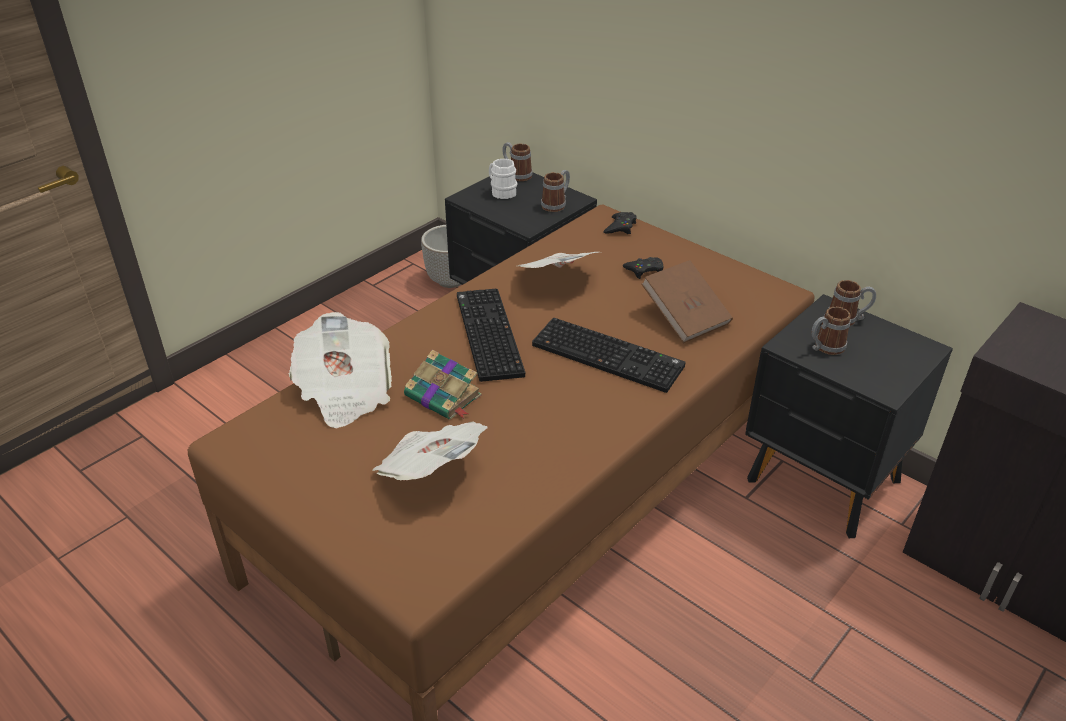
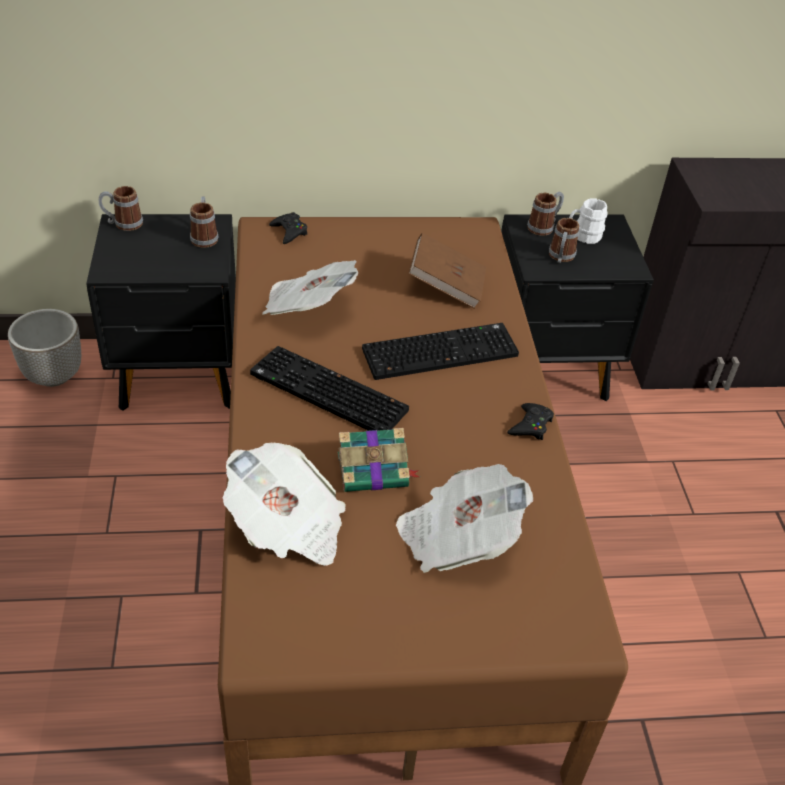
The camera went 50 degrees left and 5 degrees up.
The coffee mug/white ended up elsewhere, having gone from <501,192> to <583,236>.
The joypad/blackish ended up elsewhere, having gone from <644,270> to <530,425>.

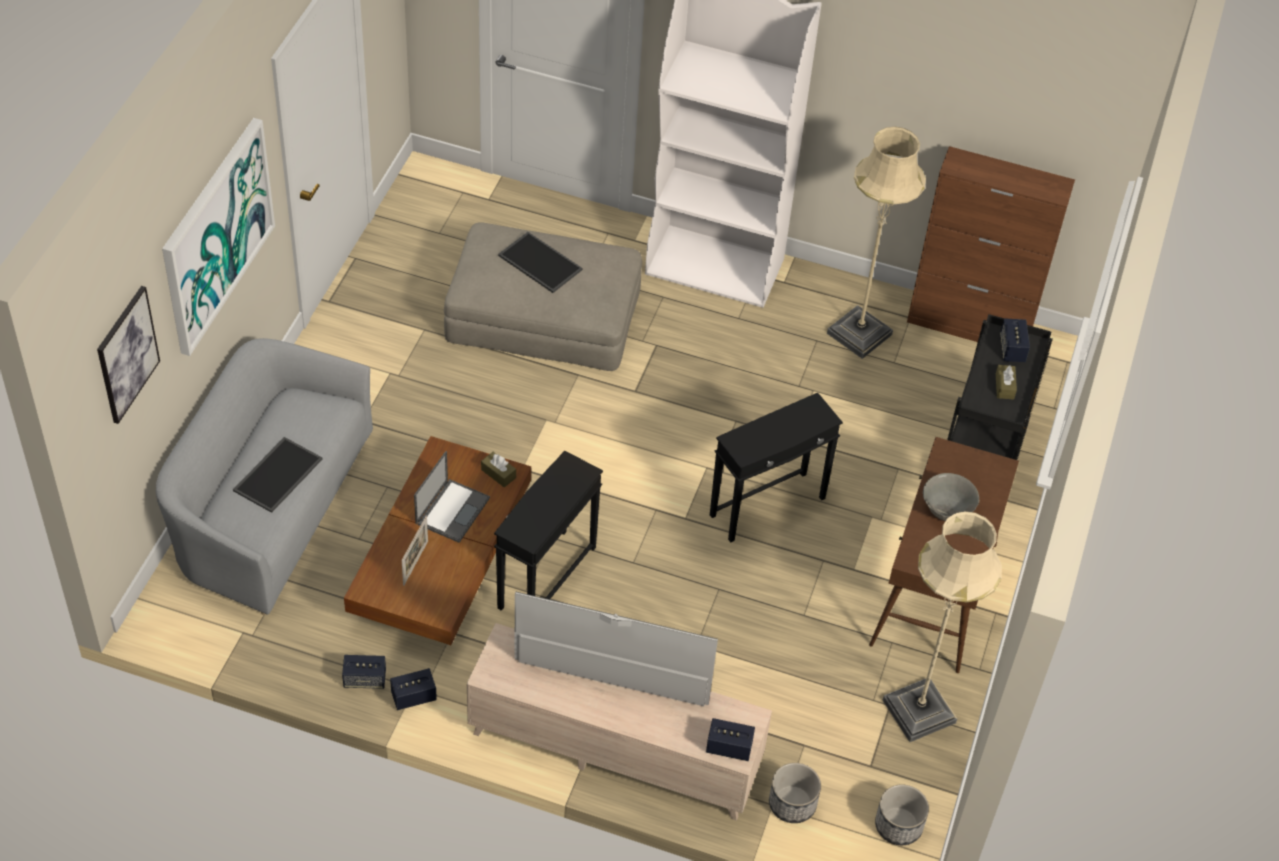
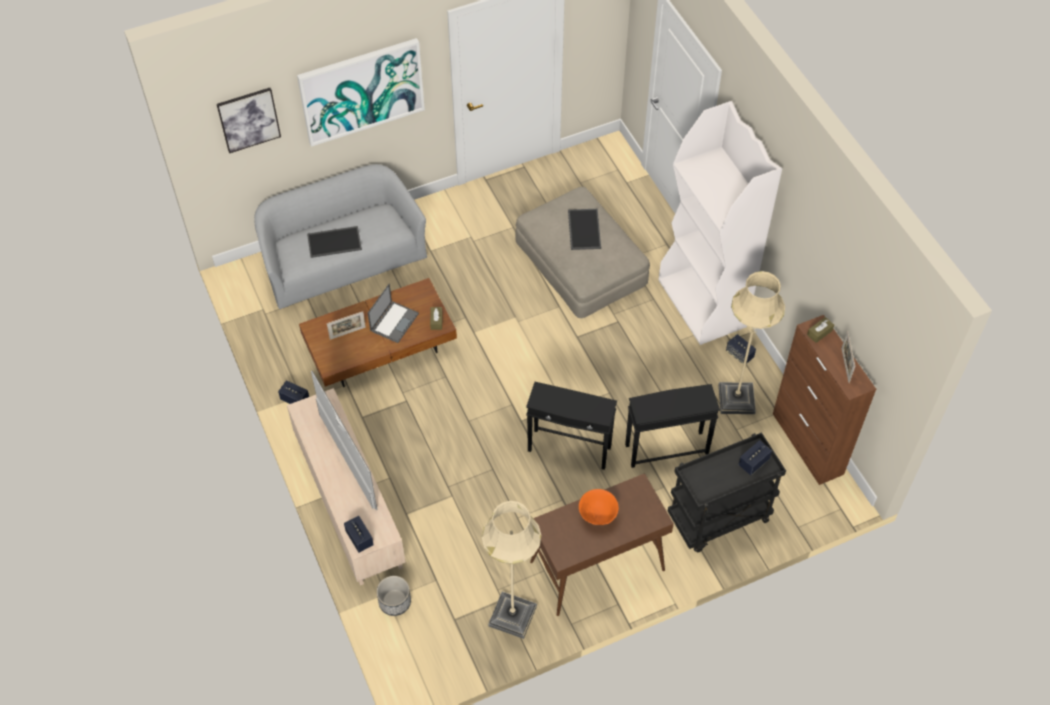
The camera went 50 degrees right and 5 degrees up.
The tissue holder/brown ended up elsewhere, having gone from <1004,386> to <819,333>.
The portable computer at <452,510> ended up facing another way, 45 degrees counterclockwise from before.
The end table/blackish ended up elsewhere, having gone from <546,577> to <666,448>.
What was the serving bowl/grey at <947,510> turned into the serving bowl/orange-coloured at <598,515>.
The loudspeaker ended up elsewhere, having gone from <365,679> to <739,354>.
The second view lost the flower pot at <898,826>.
The second view gained the picture frame at <845,365>.

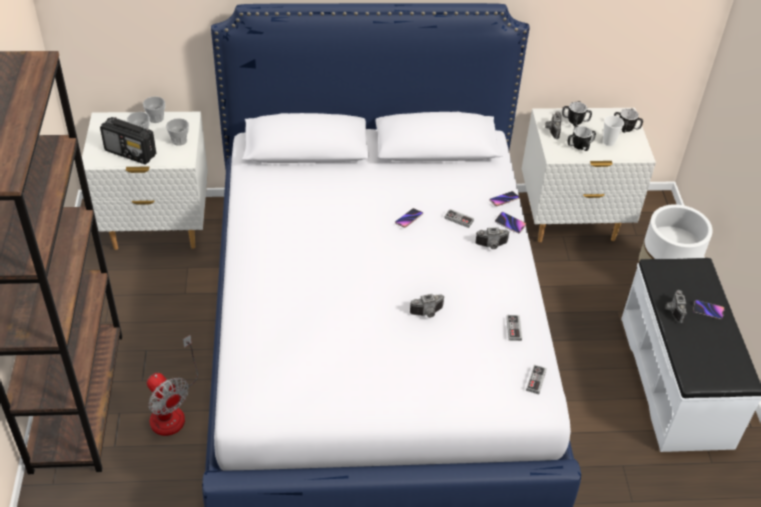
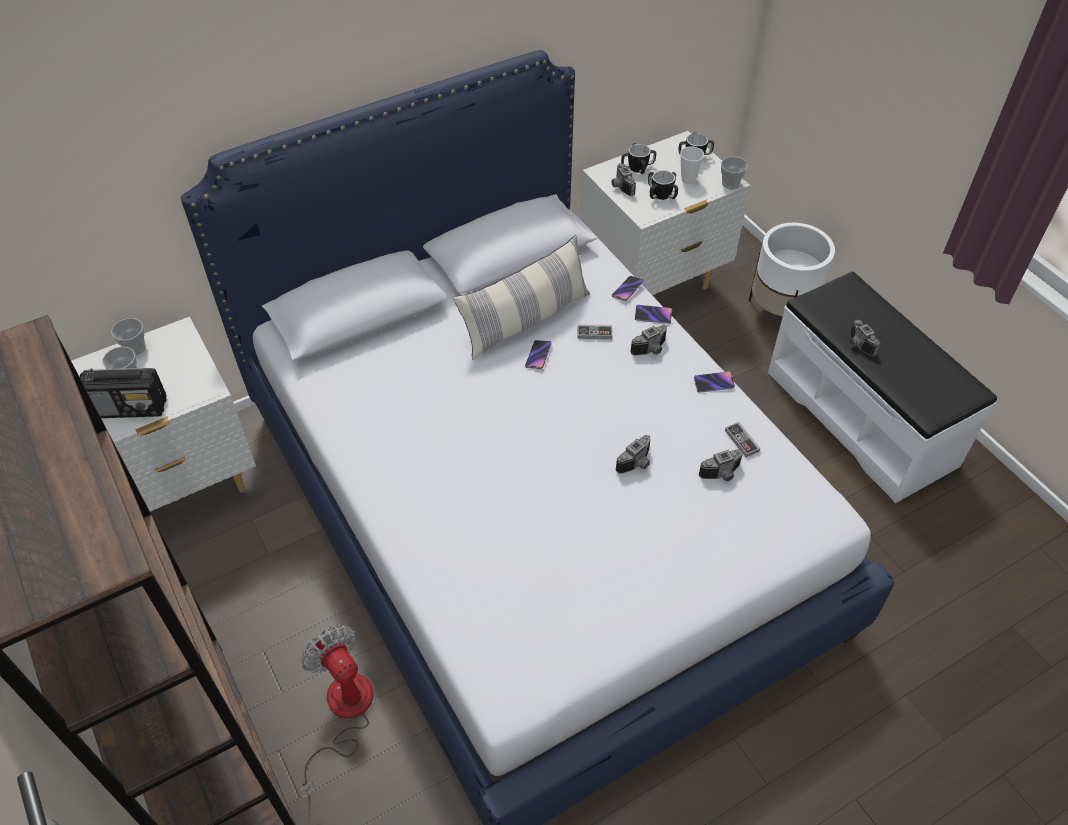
The camera went 25 degrees left and 5 degrees up.
The cup ended up elsewhere, having gone from <179,140> to <730,183>.
The handset ended up elsewhere, having gone from <708,311> to <713,383>.
The cooling fan at <172,410> ended up facing another way, 150 degrees counterclockwise from before.
The second view lost the joypad at <536,380>.
The second view gained the throw pillow at <526,320>.
The second view gained the still camera at <722,475>.

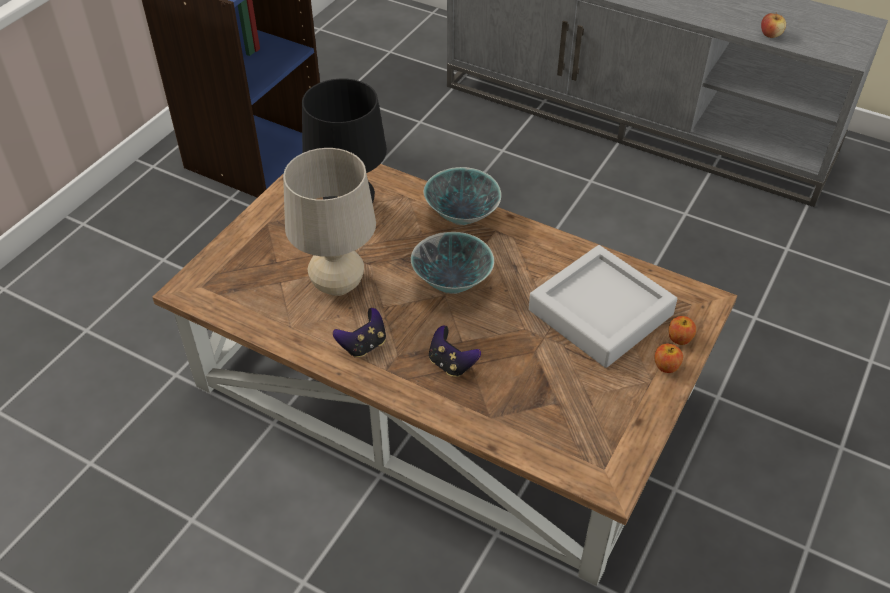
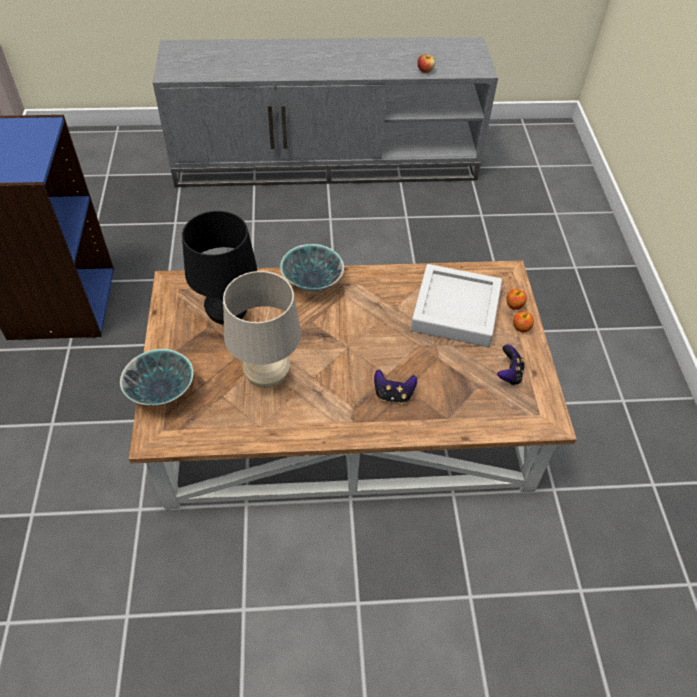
The camera went 35 degrees left and 5 degrees up.
The serving bowl ended up elsewhere, having gone from <452,284> to <162,393>.
The joypad ended up elsewhere, having gone from <363,345> to <509,374>.

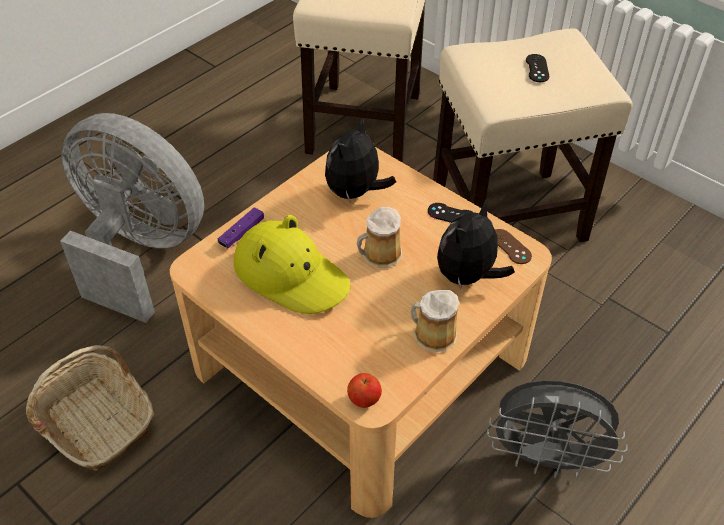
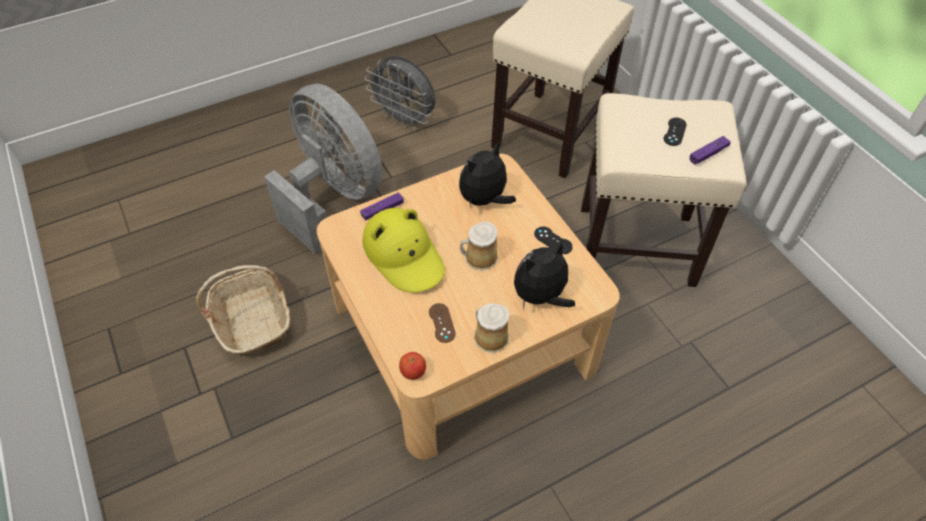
The camera went 20 degrees right and 5 degrees up.
The joypad/brown ended up elsewhere, having gone from <510,246> to <442,323>.
The cooling fan/grey ended up elsewhere, having gone from <547,459> to <405,120>.
The second view gained the joypad/purplish at <708,154>.

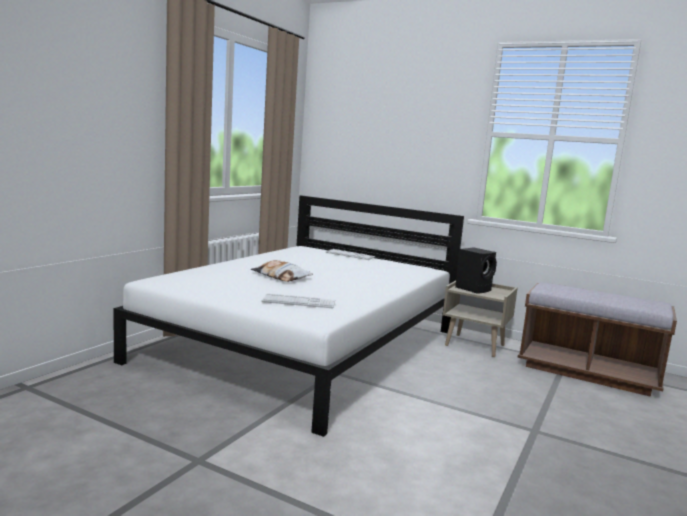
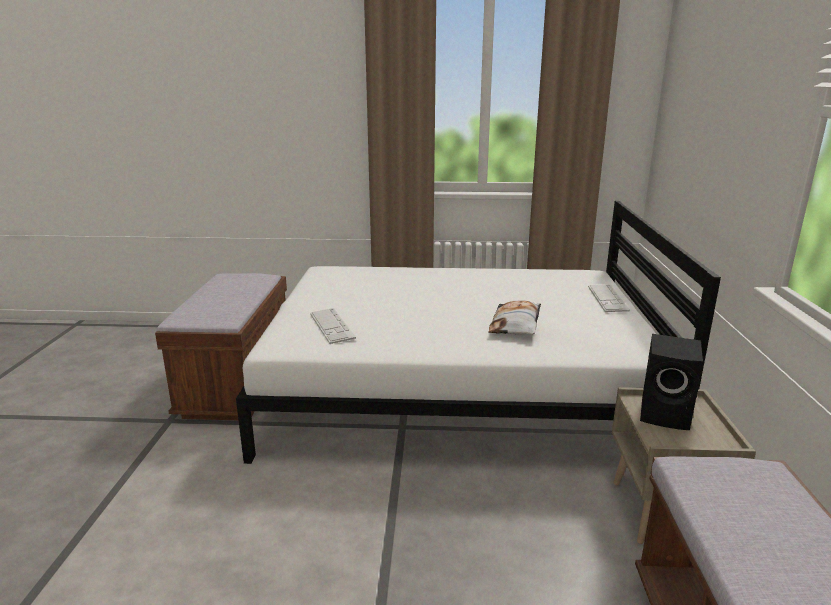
The camera went 65 degrees right and 10 degrees up.
The throw pillow ended up elsewhere, having gone from <281,277> to <516,324>.
The second view gained the bench/brown at <238,384>.

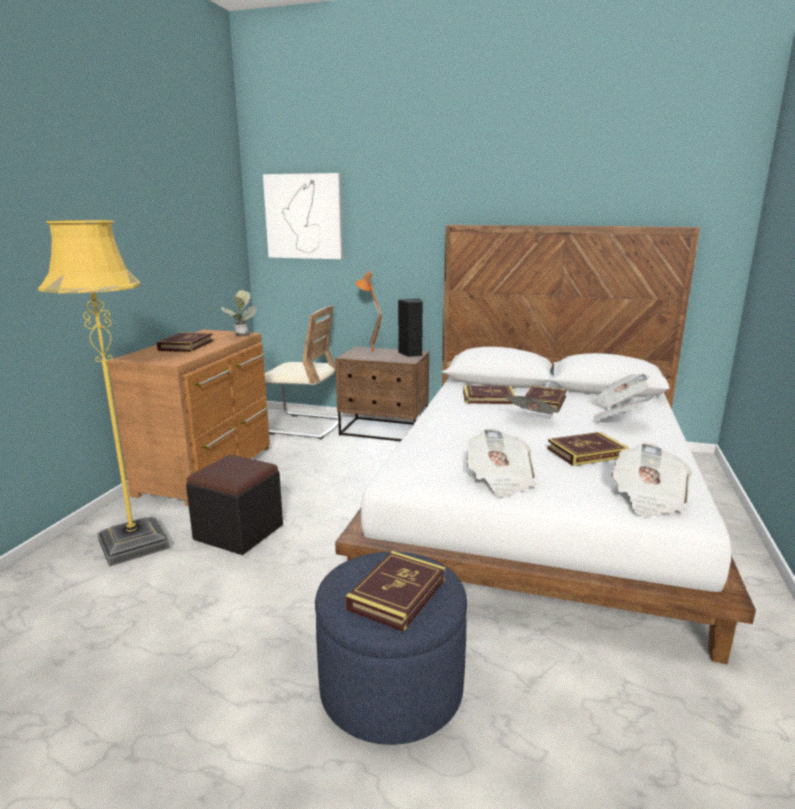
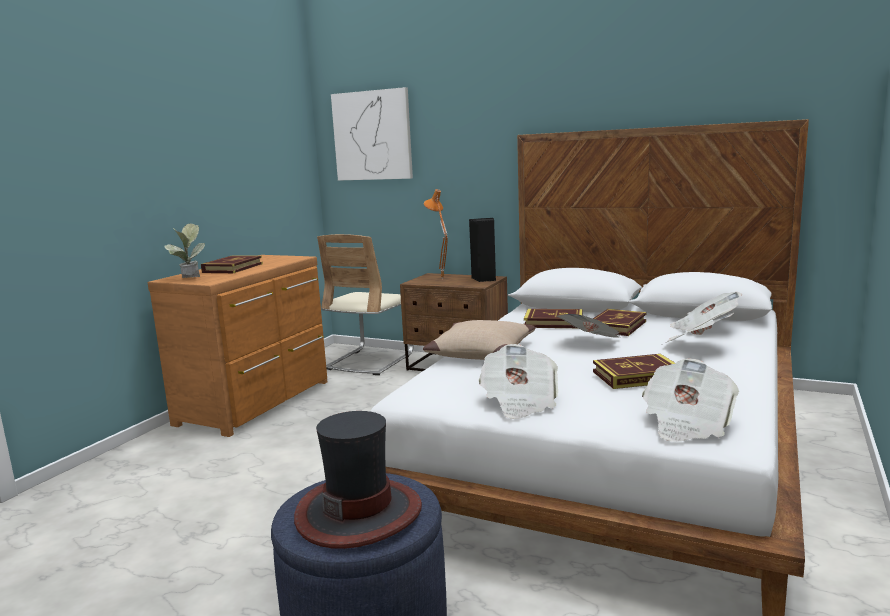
The camera went 10 degrees right and 5 degrees down.
The second view lost the floor lamp/yellow-coloured at <134,544>.
The plant in a pot ended up elsewhere, having gone from <241,337> to <189,279>.
The upright chair/sand-coloured at <302,426> ended up facing another way, 90 degrees clockwise from before.
The second view lost the ottoman/blackish at <239,532>.
Where the bound book stood at <397,594>, the hat came to stand at <359,512>.
The second view gained the throw pillow/sand-coloured at <480,352>.

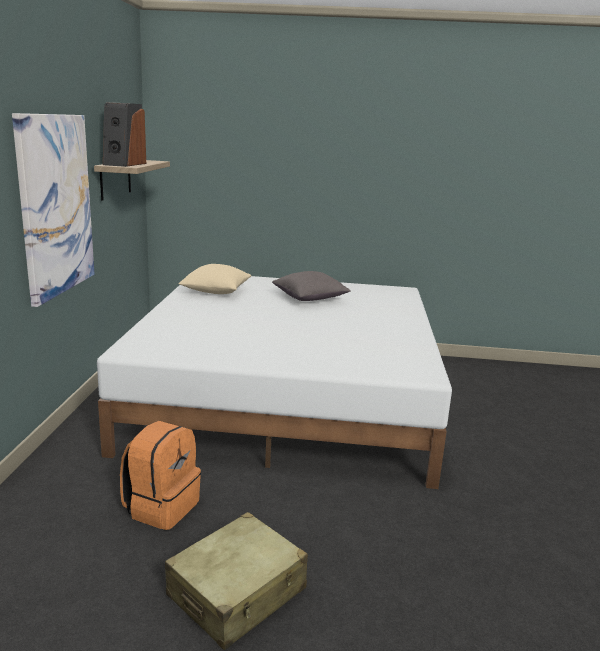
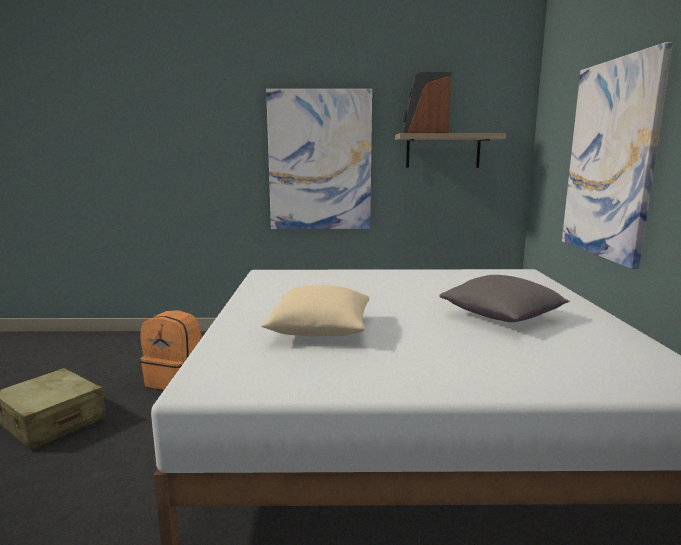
The camera went 85 degrees right and 5 degrees down.
The throw pillow/sand-coloured ended up elsewhere, having gone from <215,291> to <319,330>.
The second view gained the picture at <610,160>.

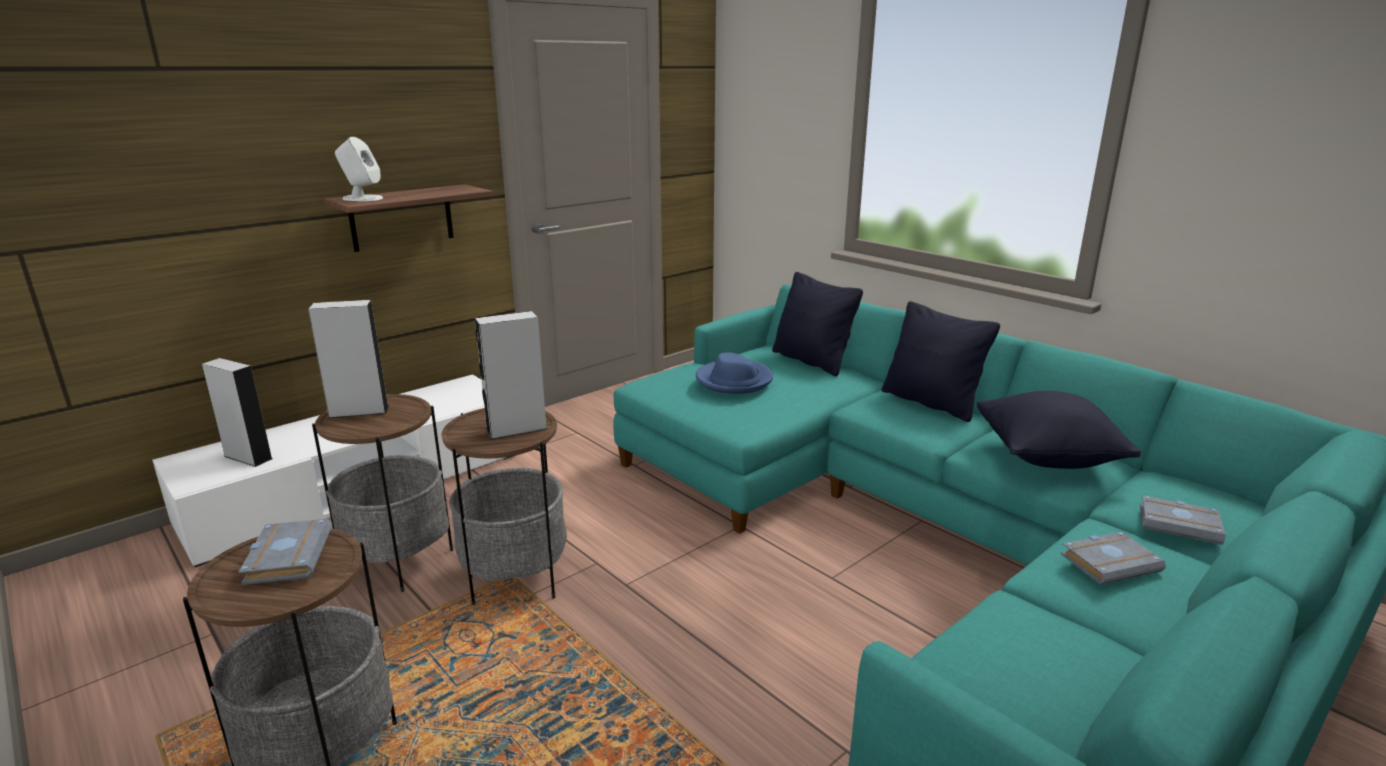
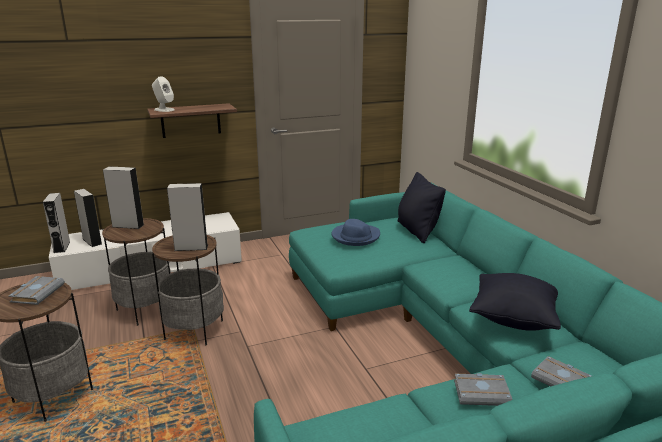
The camera went 20 degrees right and 0 degrees up.
The second view lost the throw pillow/blackish at <931,403>.
The second view gained the loudspeaker/grey at <62,247>.

